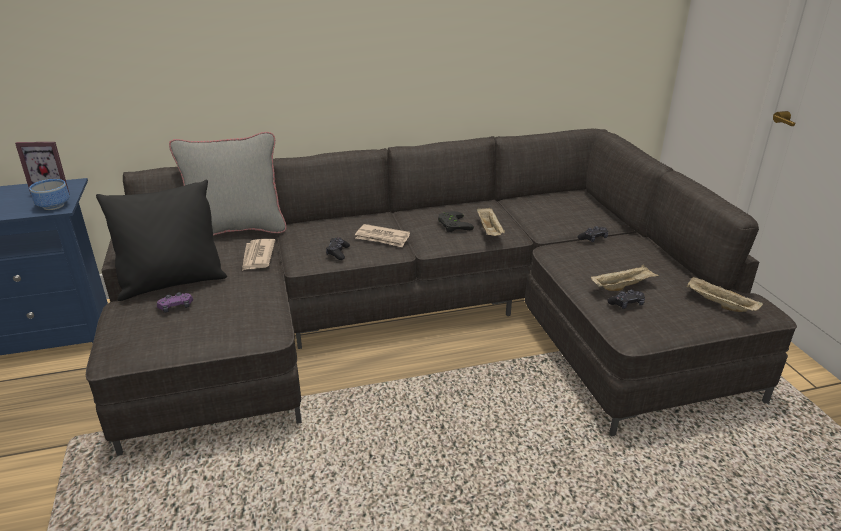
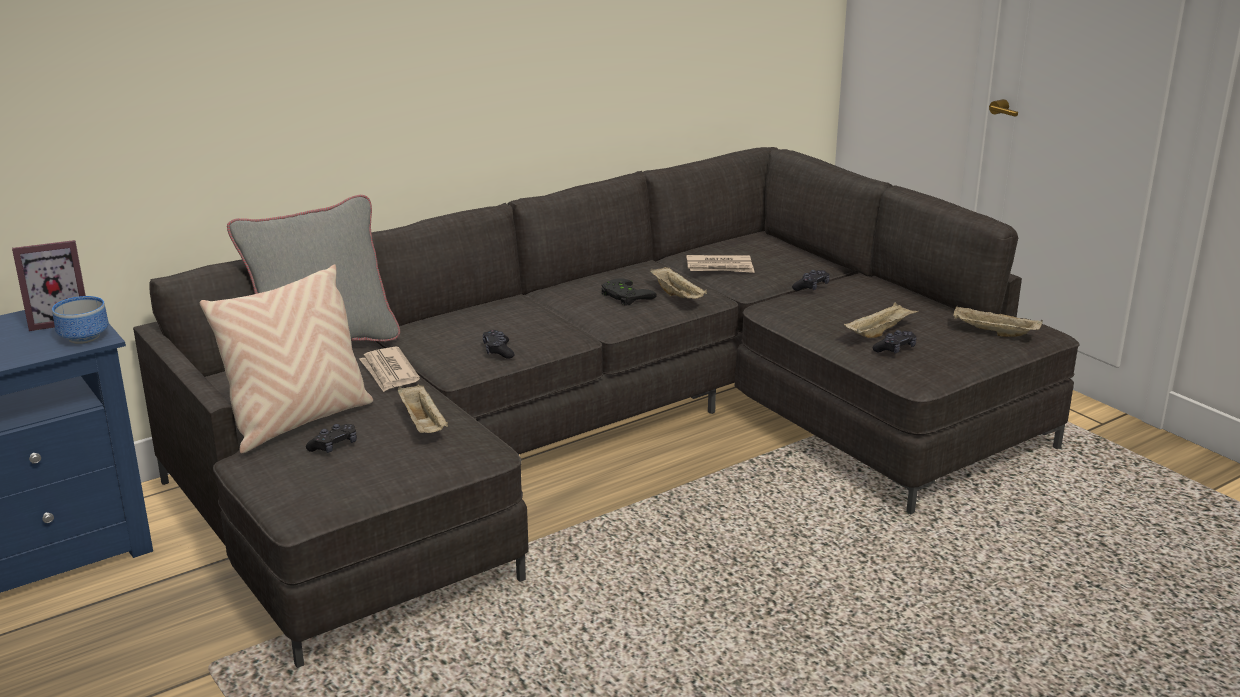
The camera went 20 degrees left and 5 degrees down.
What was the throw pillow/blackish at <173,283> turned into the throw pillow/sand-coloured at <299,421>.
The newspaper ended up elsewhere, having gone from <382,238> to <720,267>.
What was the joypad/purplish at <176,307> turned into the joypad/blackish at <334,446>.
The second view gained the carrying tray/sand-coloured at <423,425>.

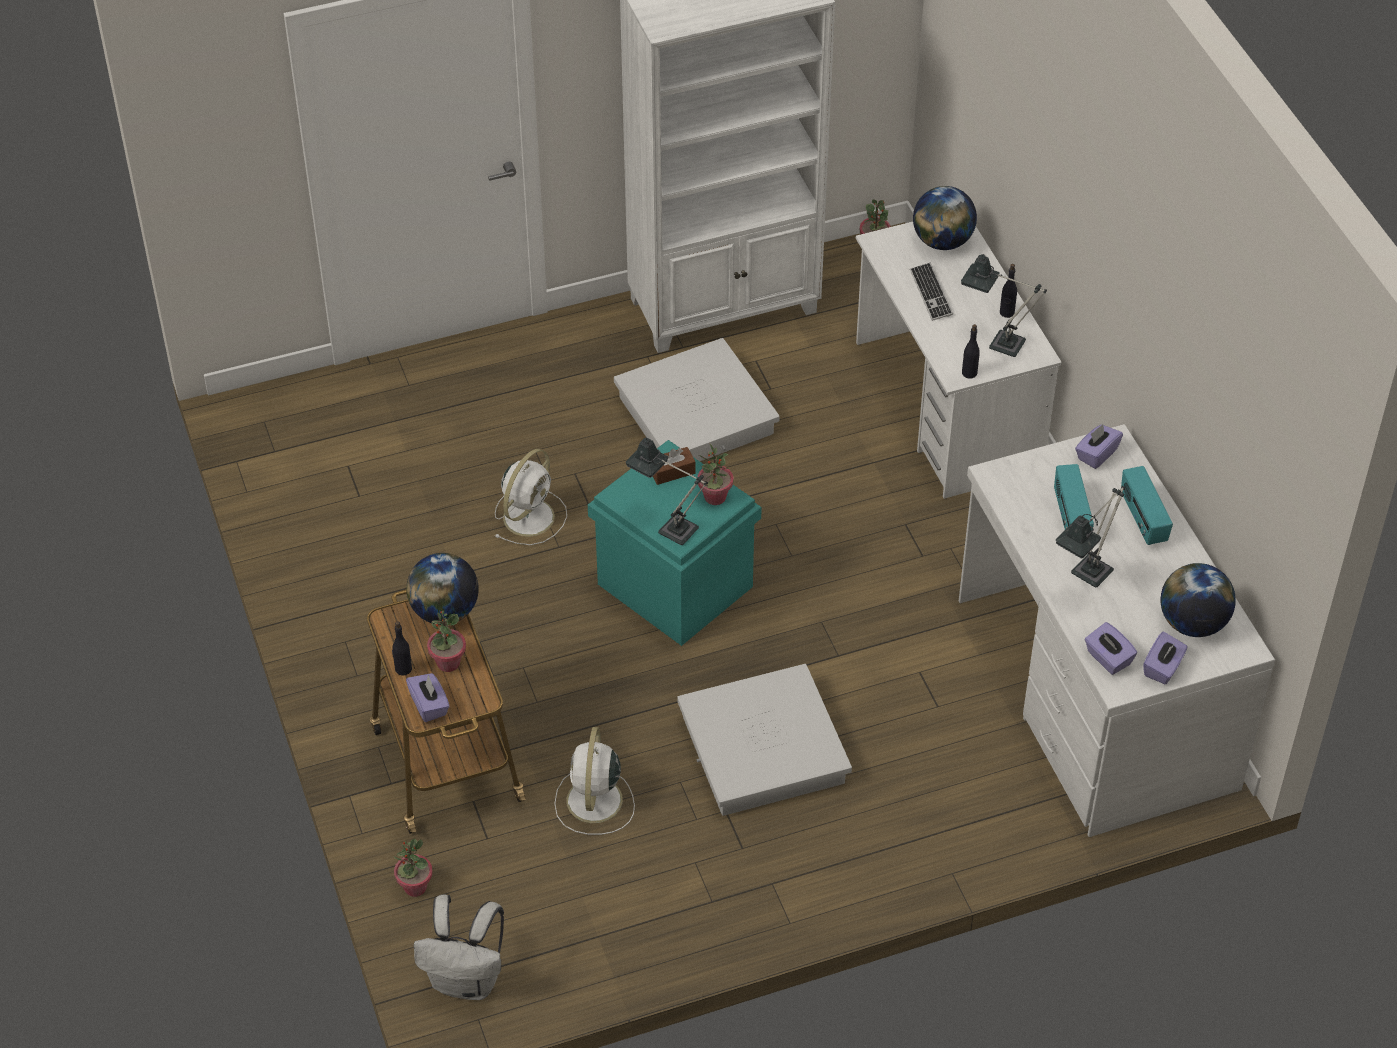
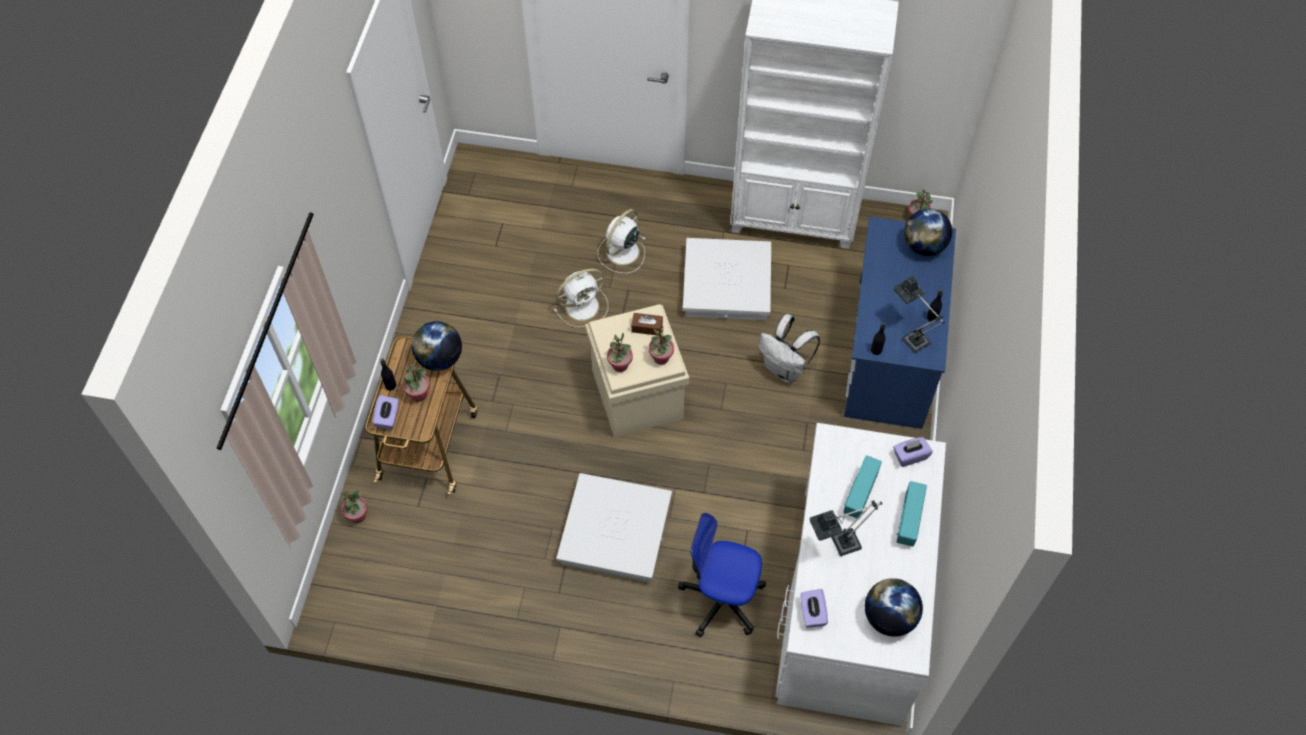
The camera went 30 degrees right and 10 degrees up.
What was the desk/white at <947,407> turned into the desk/bluish at <889,353>.
The second view lost the computer keyboard at <931,293>.
Where the table lamp stood at <670,527>, the plant in a pot came to stand at <620,365>.
What was the storage bin/turquoise-coloured at <673,585> turned into the storage bin/sand-coloured at <636,393>.
The second view lost the tissue holder/purplish at <1163,668>.
The cooling fan/white ended up elsewhere, having gone from <594,802> to <621,253>.
The rucksack/white ended up elsewhere, having gone from <467,981> to <785,369>.
The second view gained the office chair at <722,599>.

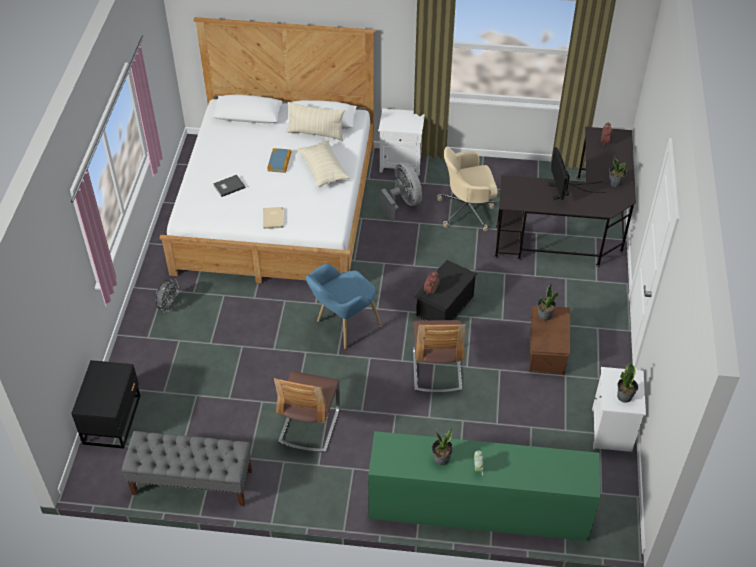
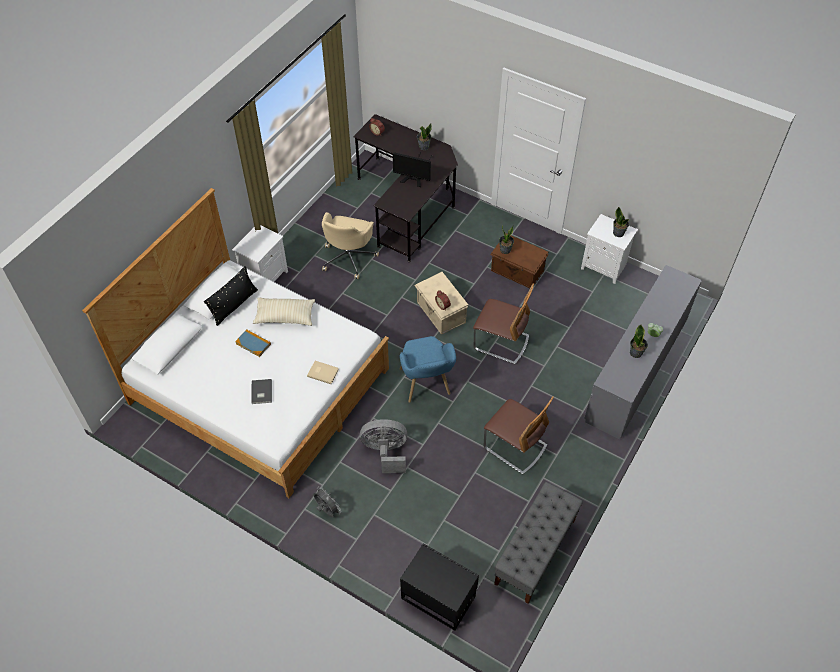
The camera went 65 degrees left and 5 degrees up.
What was the throw pillow/sand-coloured at <315,133> turned into the throw pillow/blackish at <234,305>.
The cooling fan/grey ended up elsewhere, having gone from <403,203> to <386,452>.
What was the storage bin/blackish at <444,306> turned into the storage bin/sand-coloured at <440,313>.
What was the dresser/green at <478,508> turned into the dresser/grey at <637,368>.

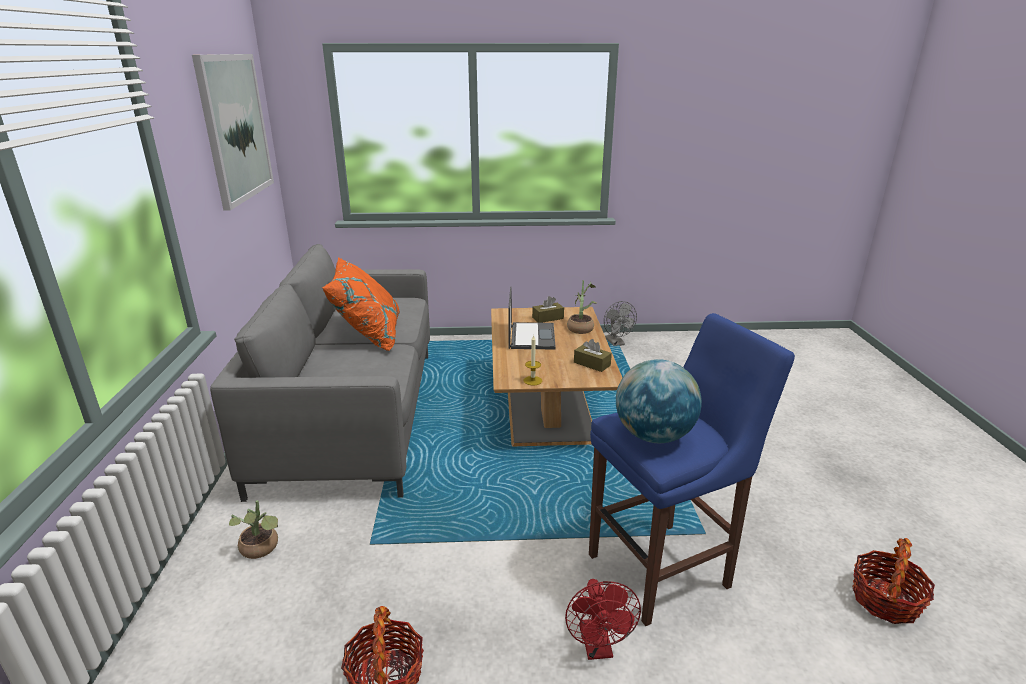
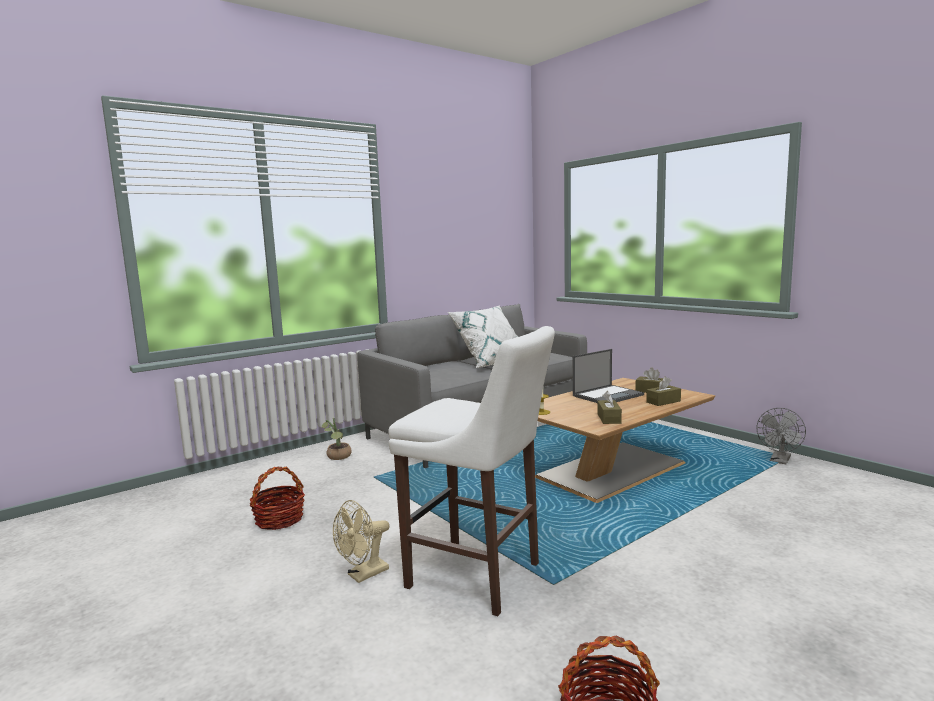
The camera went 55 degrees right and 15 degrees down.
The second view lost the picture at <235,128>.
What was the throw pillow/orange-coloured at <368,336> turned into the throw pillow/white at <491,363>.
Where the plant in a pot stood at <581,327>, the tissue holder/brown came to stand at <663,401>.
What was the stool/bluish at <664,569> turned into the stool/white at <479,578>.
The second view lost the globe at <653,436>.
What was the cooling fan/reddish at <598,647> turned into the cooling fan/sand-coloured at <363,575>.

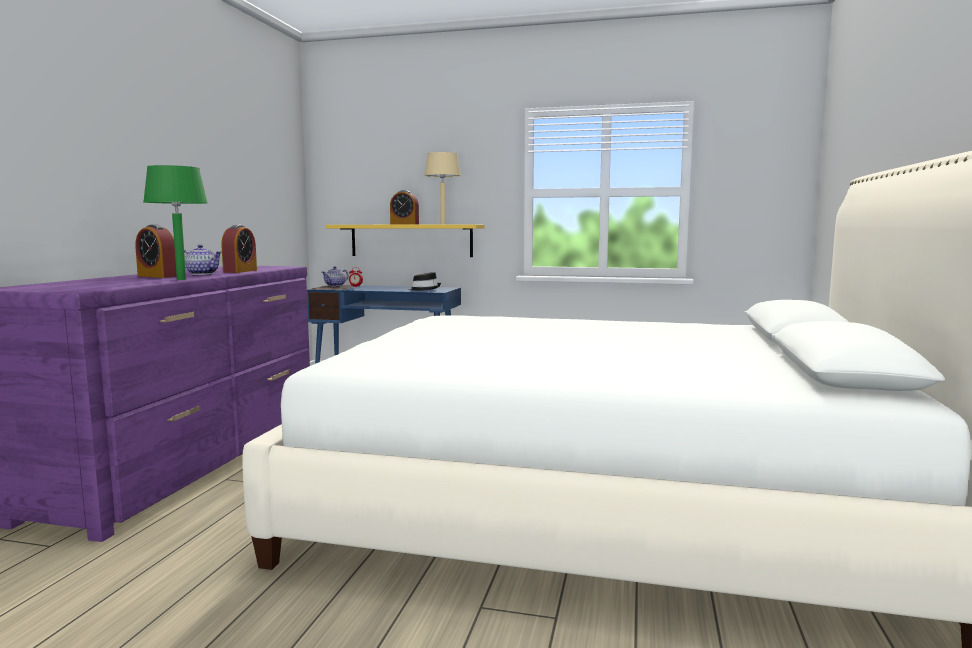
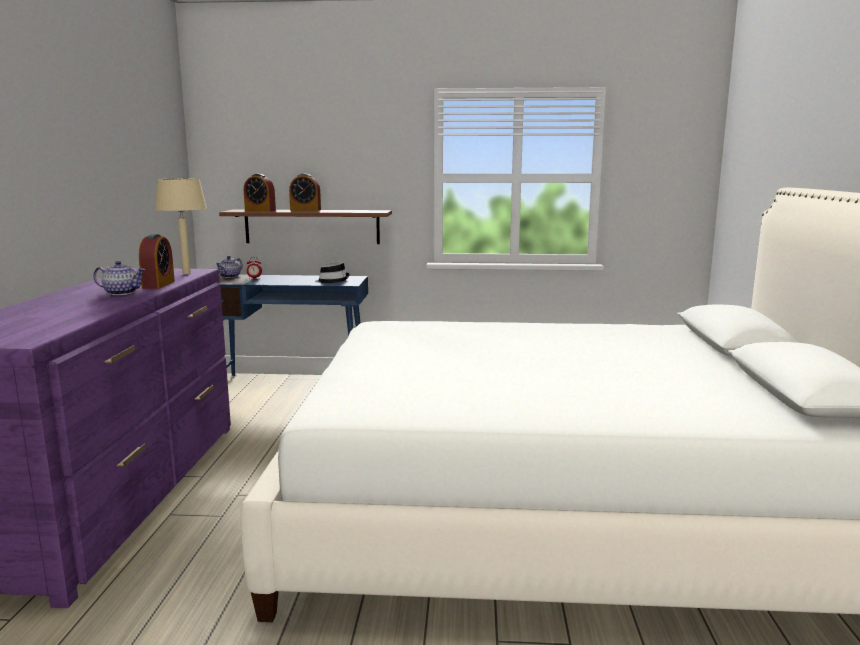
The camera went 10 degrees left and 5 degrees up.
The table lamp/sand-coloured ended up elsewhere, having gone from <443,224> to <186,273>.
The second view lost the table lamp/green at <181,279>.
The alarm clock ended up elsewhere, having gone from <158,276> to <260,210>.
What was the wall shelf/yellow-coloured at <411,240> turned into the wall shelf/brown at <312,226>.

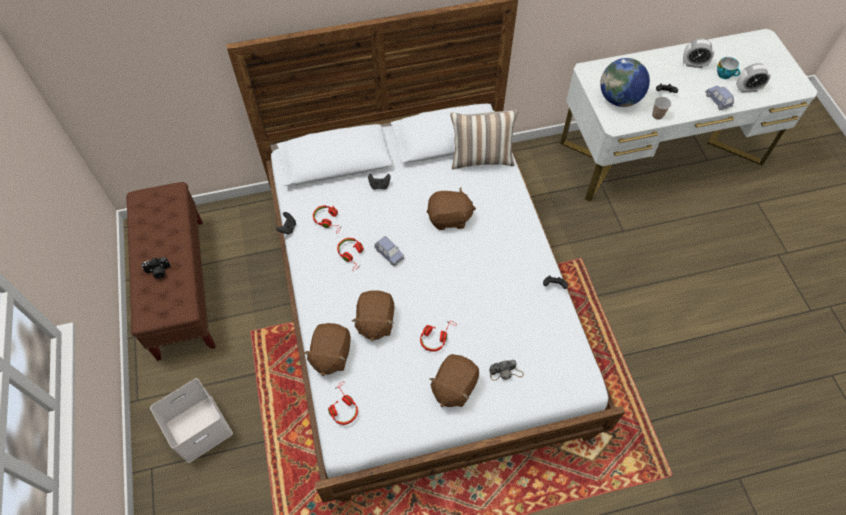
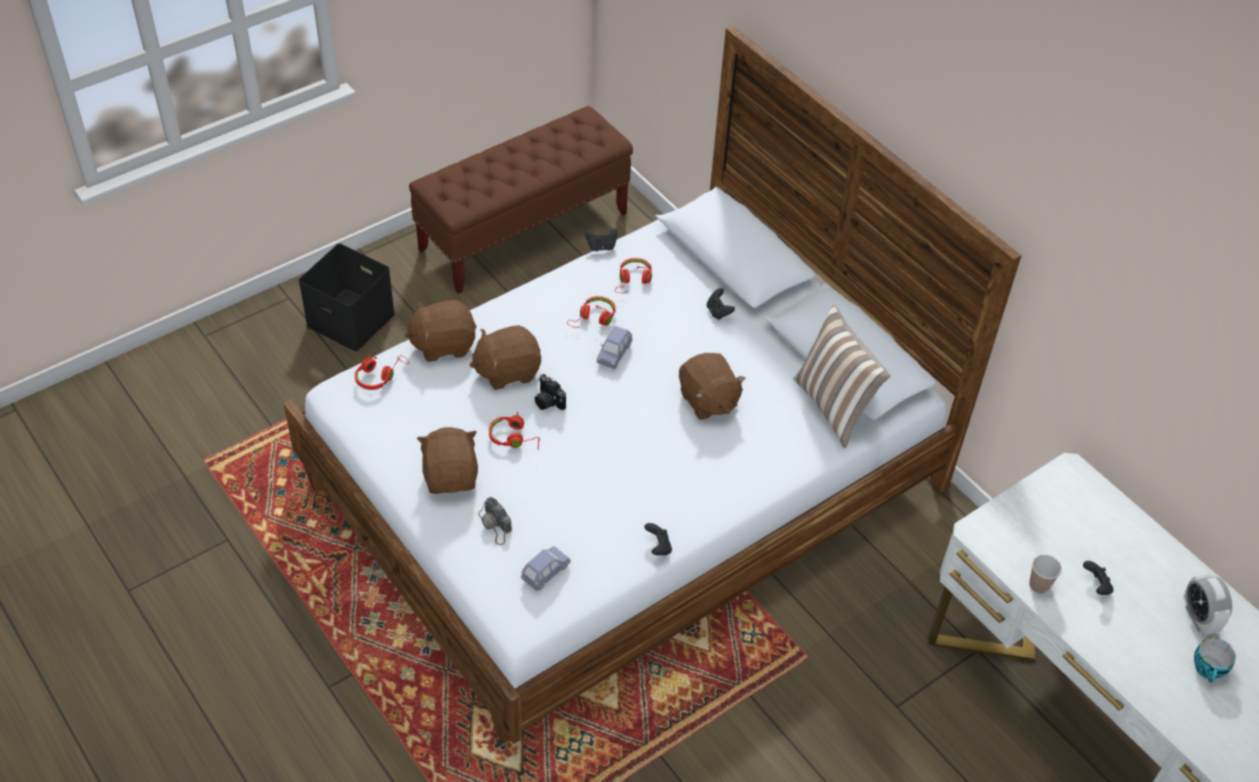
The camera went 65 degrees right and 10 degrees down.
The second view lost the globe at <619,99>.
The second view lost the alarm clock at <747,89>.
The toy car/bluish ended up elsewhere, having gone from <717,101> to <545,572>.
The still camera ended up elsewhere, having gone from <158,272> to <548,401>.
The cuddly toy/brown at <453,387> ended up facing another way, 75 degrees clockwise from before.
What was the storage bin/white at <199,430> turned into the storage bin/blackish at <348,320>.

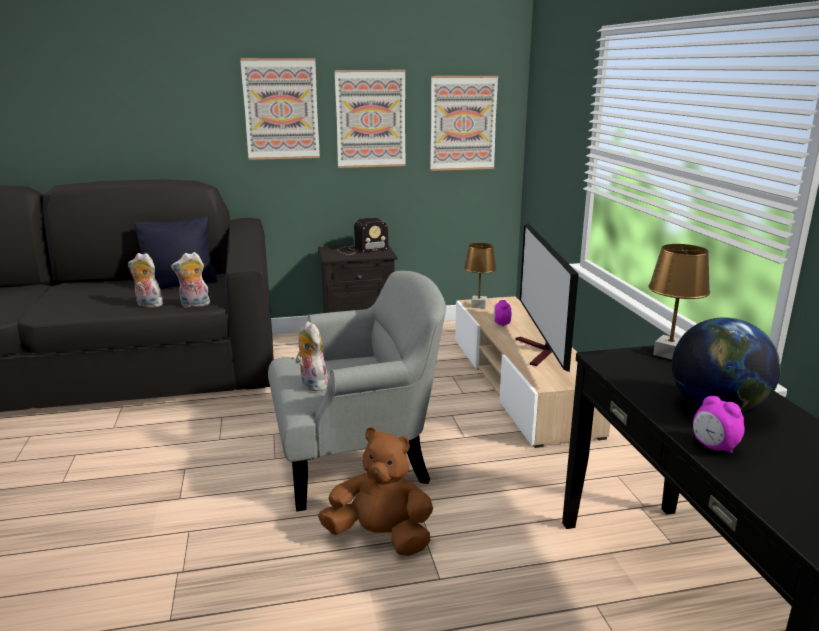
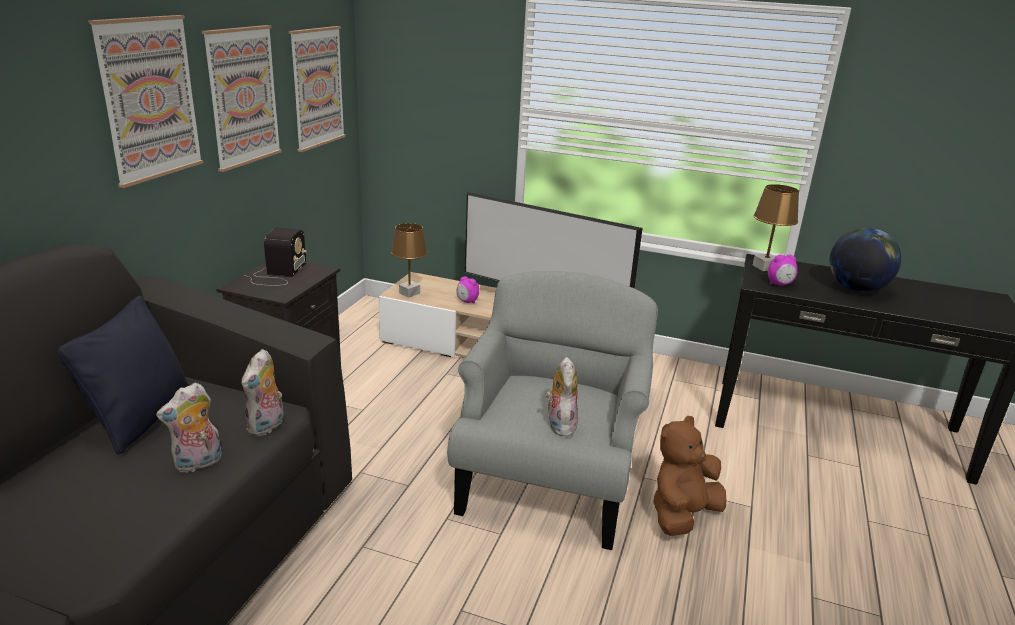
The camera went 60 degrees left and 5 degrees up.
The cuddly toy at <311,384> ended up facing another way, 90 degrees clockwise from before.
The alarm clock ended up elsewhere, having gone from <714,447> to <779,284>.

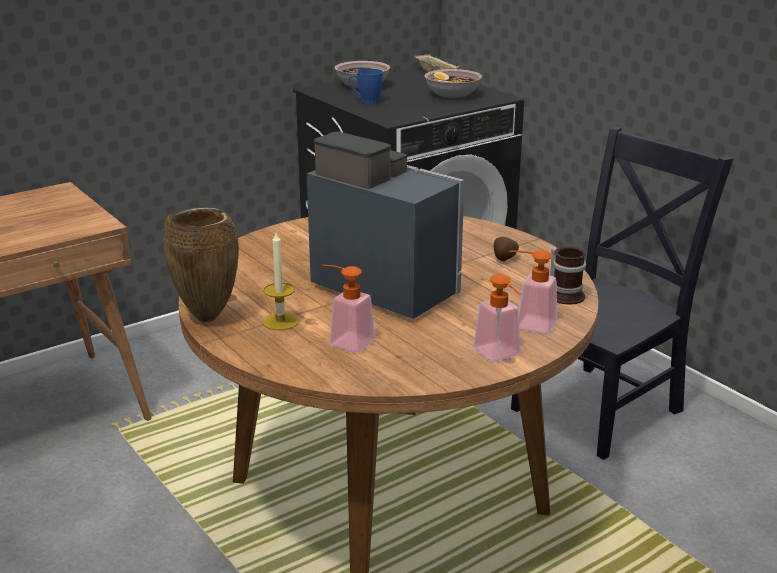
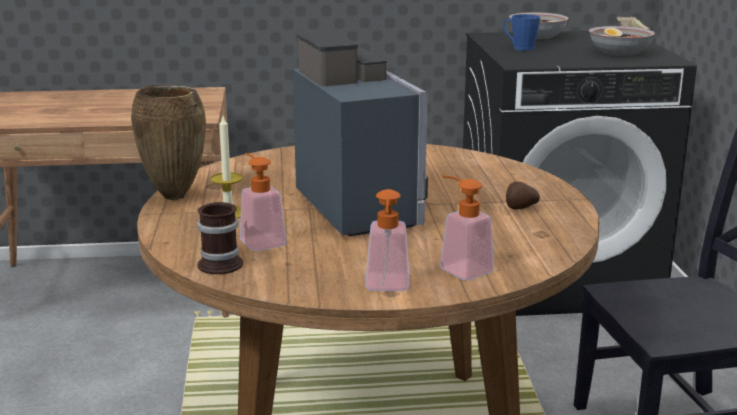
The camera went 30 degrees right and 5 degrees down.
The coffee mug ended up elsewhere, having gone from <565,294> to <223,263>.

